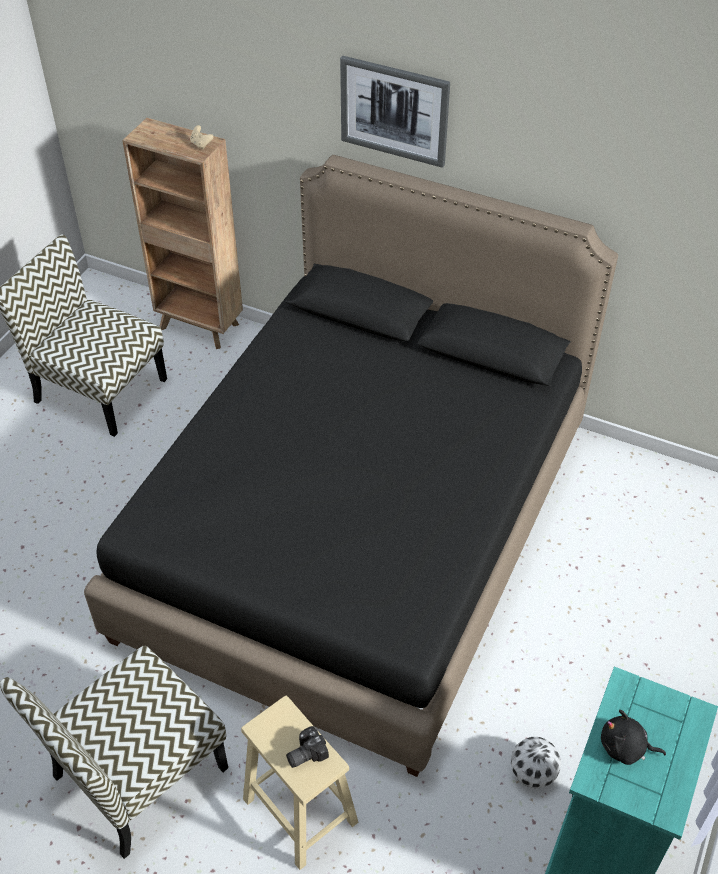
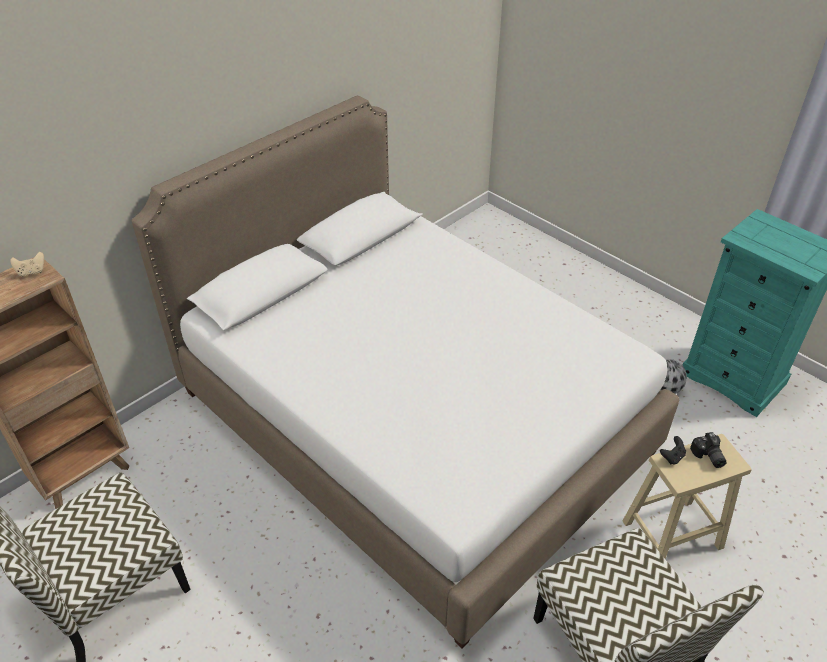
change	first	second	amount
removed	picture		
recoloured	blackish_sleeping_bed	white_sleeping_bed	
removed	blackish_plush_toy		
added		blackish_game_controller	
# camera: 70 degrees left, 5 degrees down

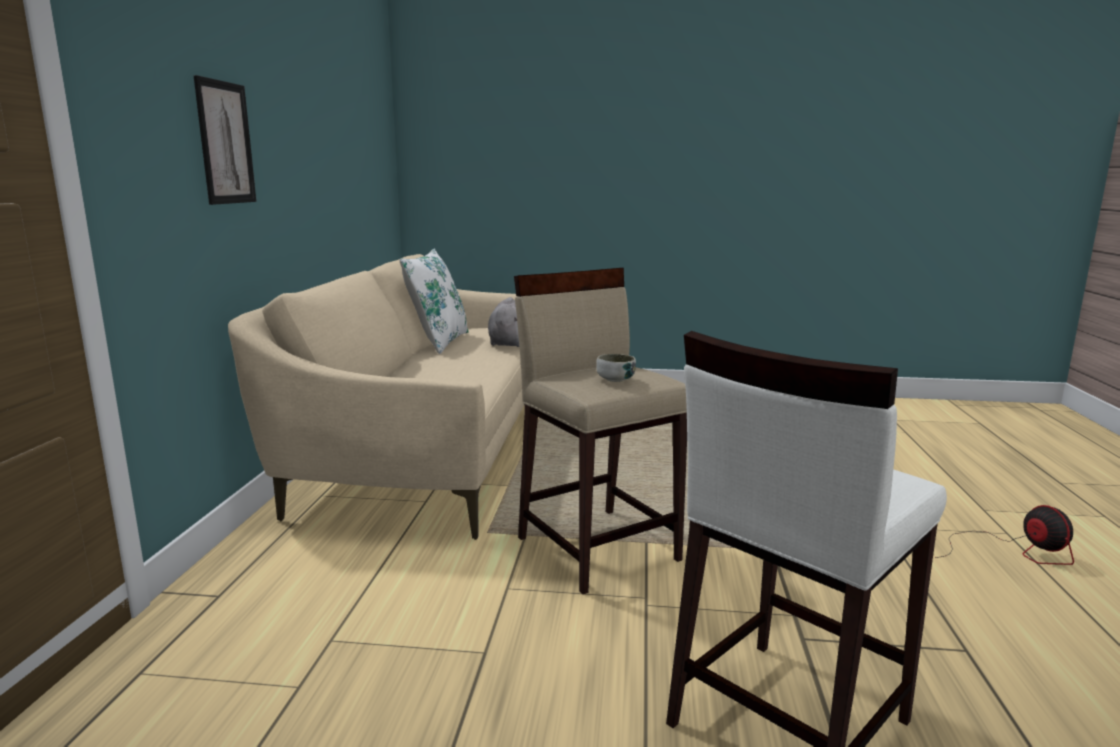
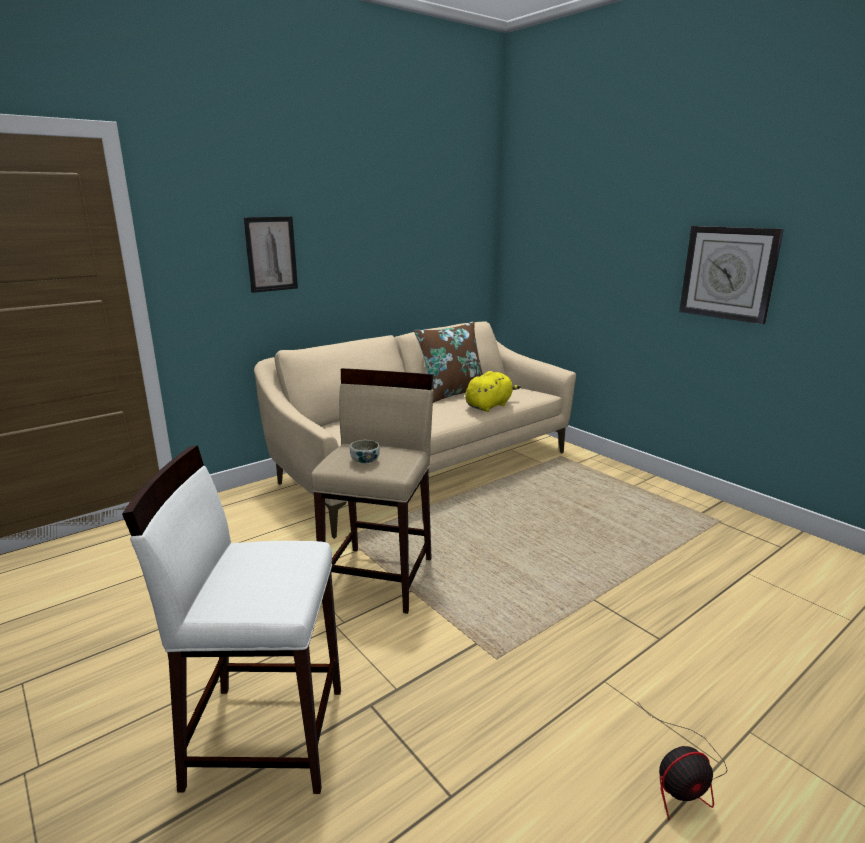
change	first	second	amount
recoloured	white_throw_pillow	brownish_throw_pillow	
recoloured	grey_plush_toy	yellow_plush_toy	
turned	fan		45 degrees clockwise
added		clock_on_the_wall	
# camera: 45 degrees right, 5 degrees up

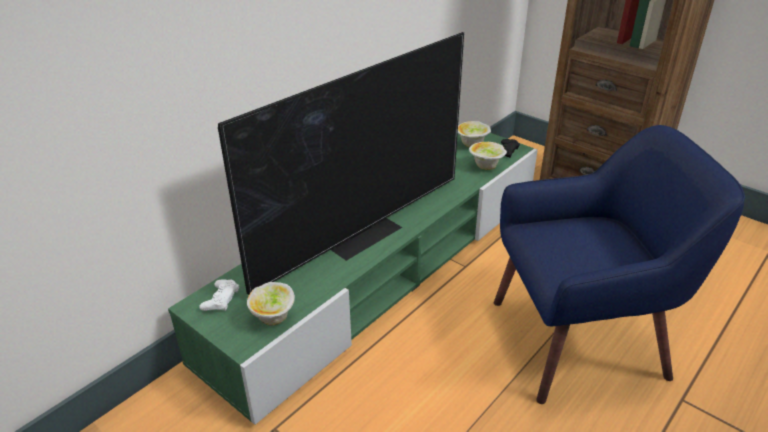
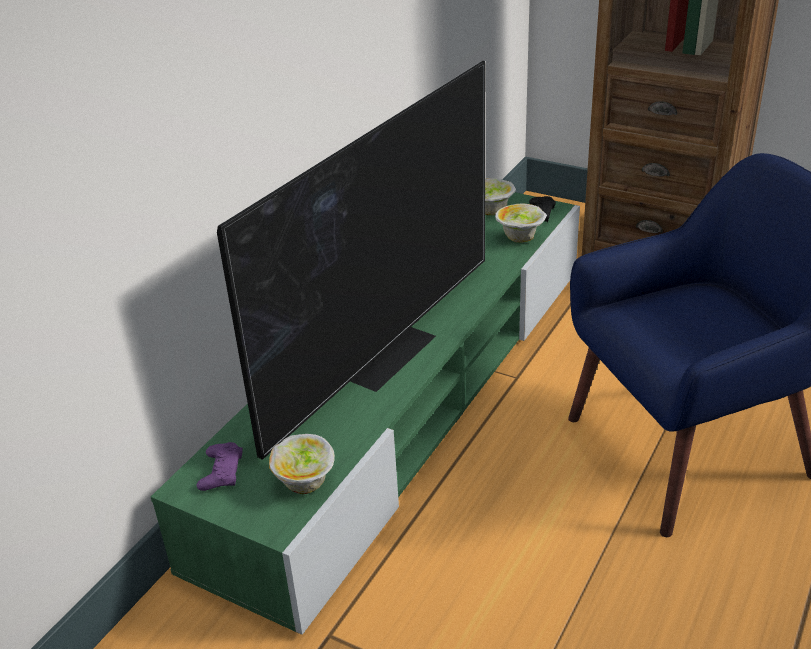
change	first	second	amount
recoloured	white_game_controller	purple-coloured_game_controller	
# camera: 10 degrees left, 0 degrees up

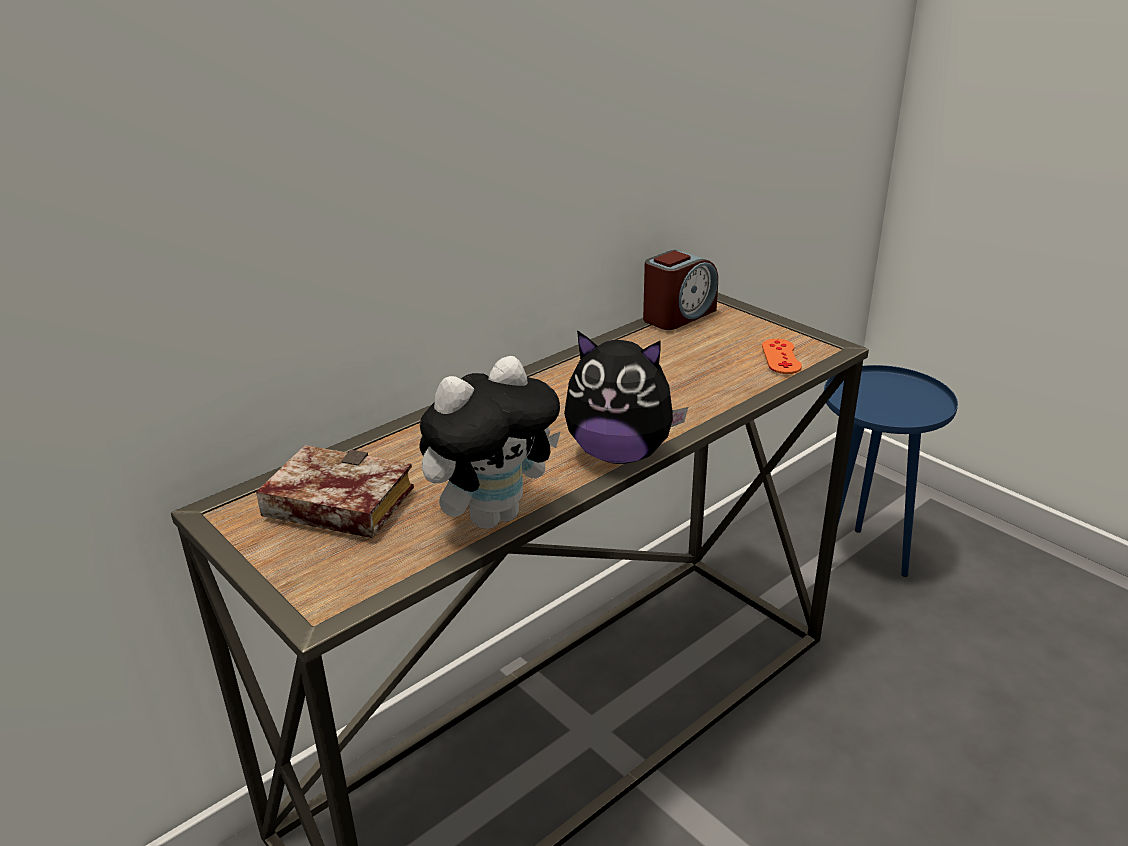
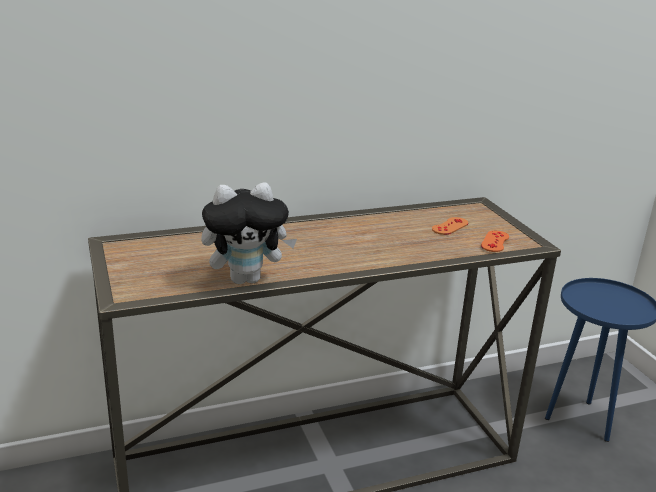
change	first	second	amount
removed	bedside_clock		
removed	plush_toy (2nd from left)		
removed	book		
added		orangey_game_controller (1st from left)	
# camera: 20 degrees right, 5 degrees down

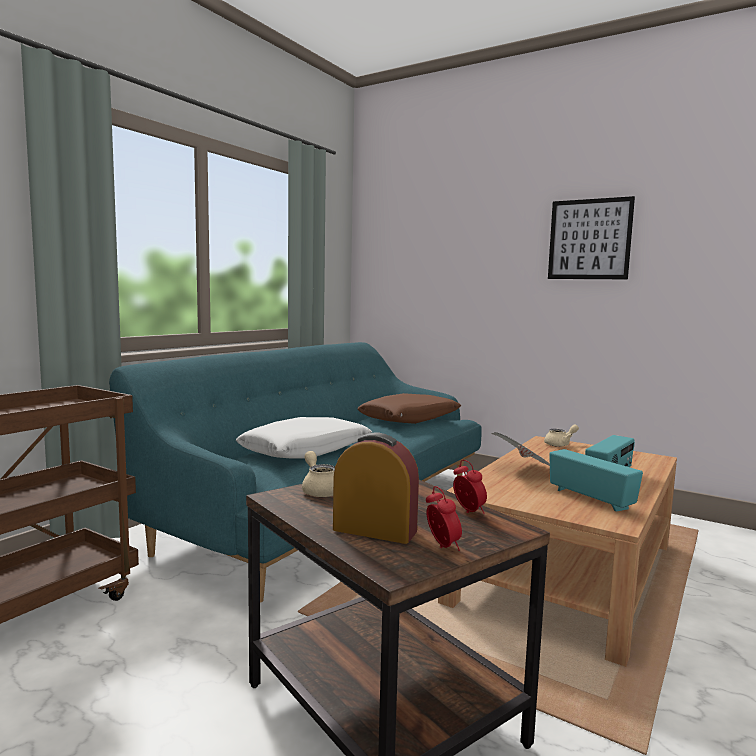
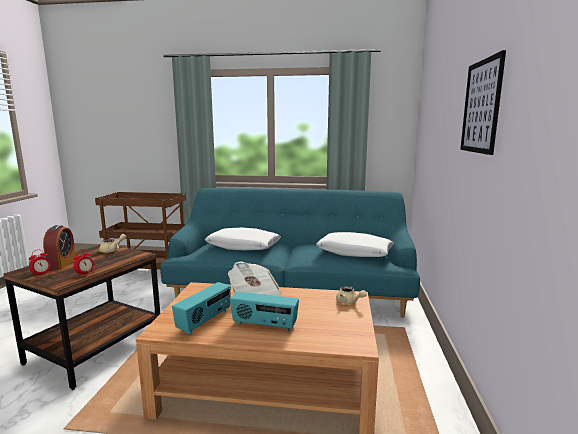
change	first	second	amount
recoloured	brownish_throw_pillow	white_throw_pillow (2nd from left)	
# camera: 65 degrees right, 5 degrees up

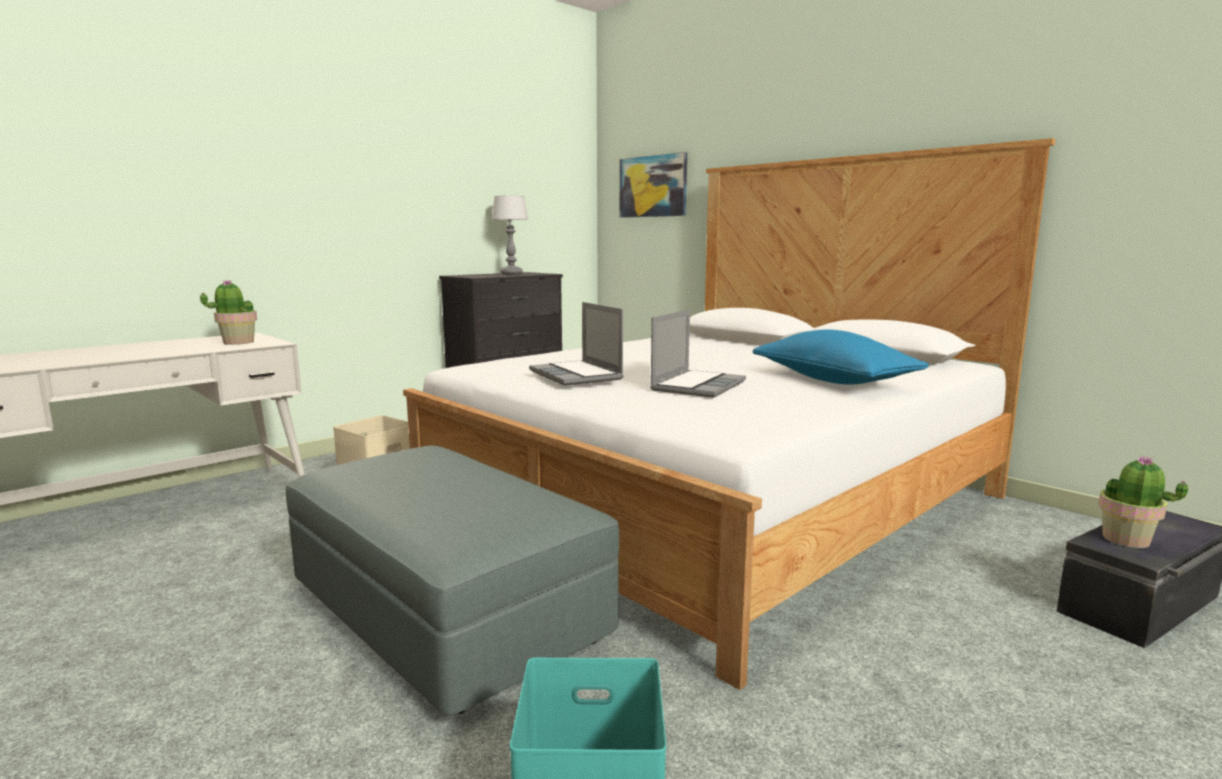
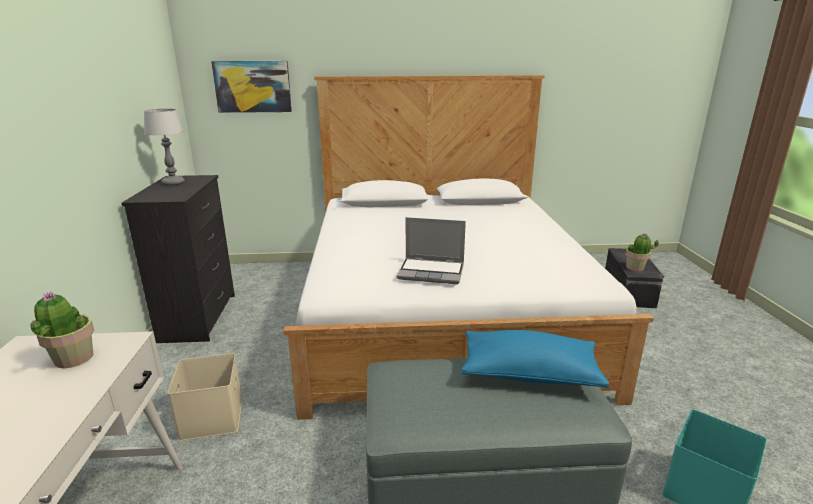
change	first	second	amount
removed	notebook_computer (2nd from left)		
moved	blue_throw_pillow		
# camera: 50 degrees left, 10 degrees up

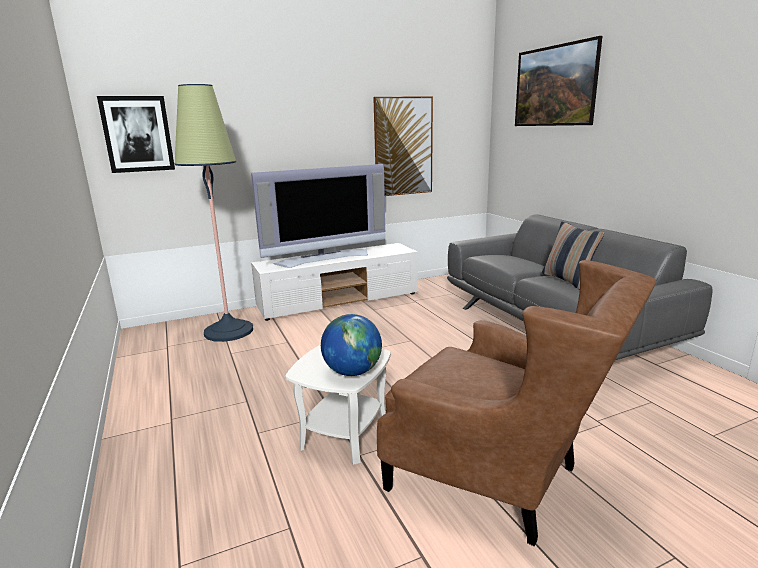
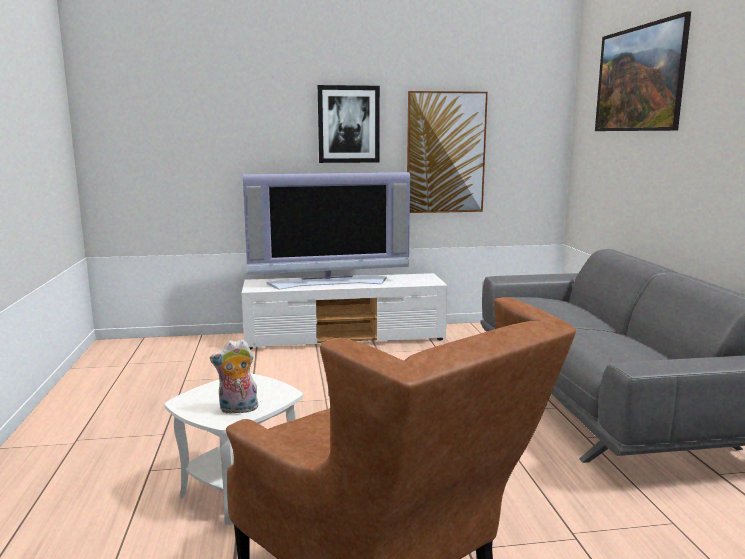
change	first	second	amount
removed	standard_lamp		
moved	picture (1st from left)		
removed	throw_pillow		
replaced	world_globe	plush_toy	
# camera: 15 degrees right, 5 degrees down

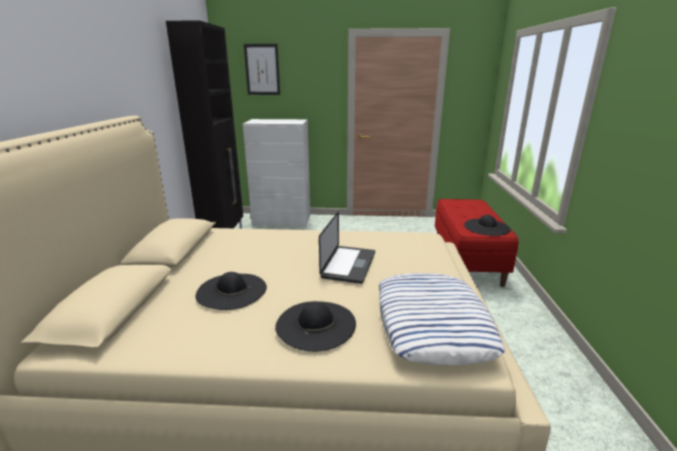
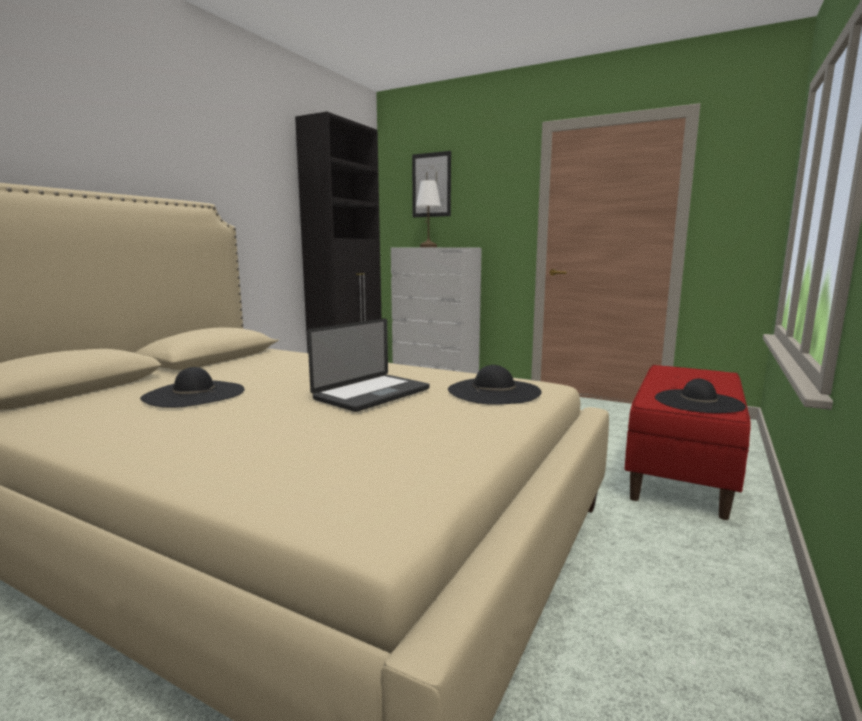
change	first	second	amount
removed	throw_pillow		
moved	blackish_hat (2nd from left)		
added		white_table_lamp	
# camera: 25 degrees right, 10 degrees down

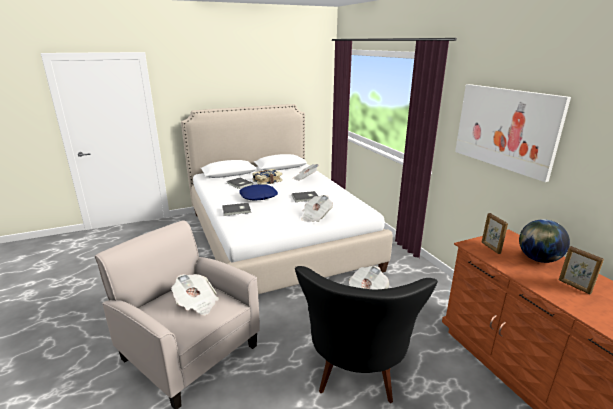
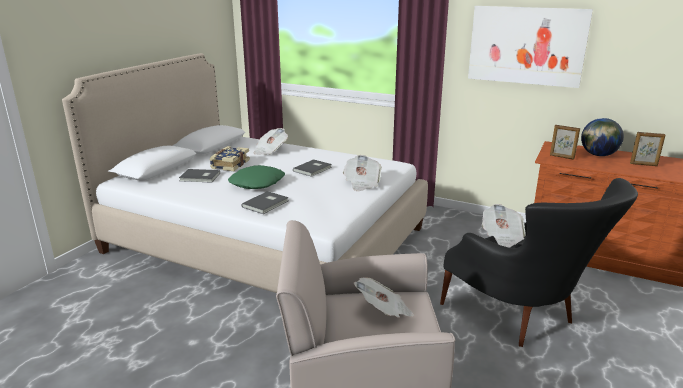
change	first	second	amount
recoloured	blue_throw_pillow	green_throw_pillow	
# camera: 40 degrees left, 0 degrees up

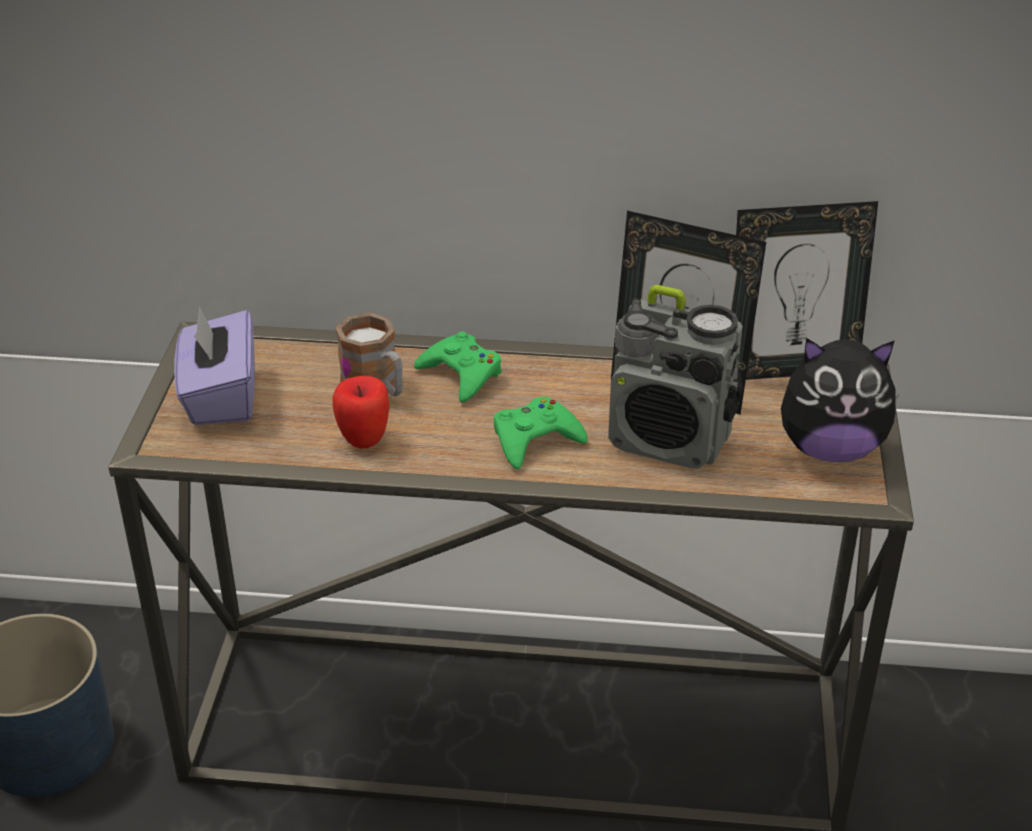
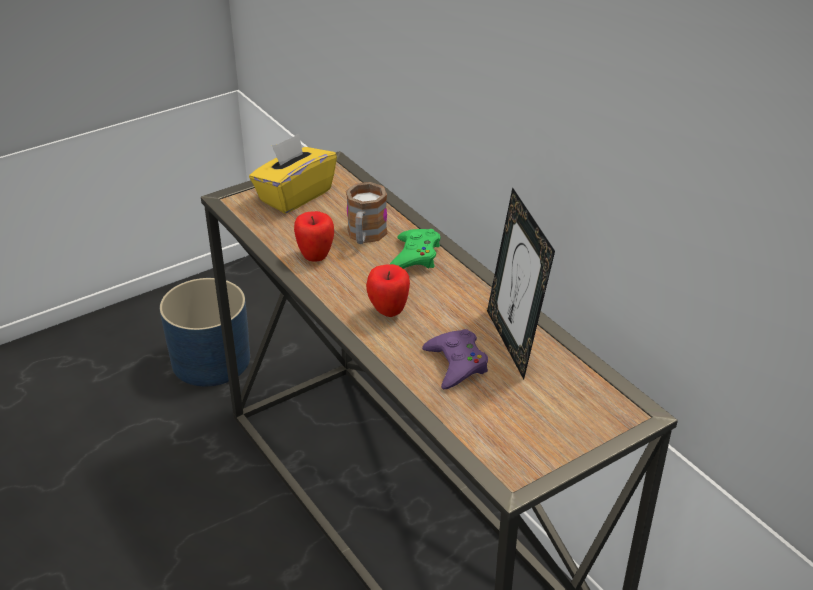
change	first	second	amount
removed	photo_frame (2nd from left)		
replaced	radio_set	purple-coloured_game_controller	
recoloured	purple-coloured_tissue_box	yellow_tissue_box	
removed	plush_toy		
replaced	green_game_controller (2nd from left)	apple (2nd from left)	
# camera: 50 degrees right, 0 degrees up

